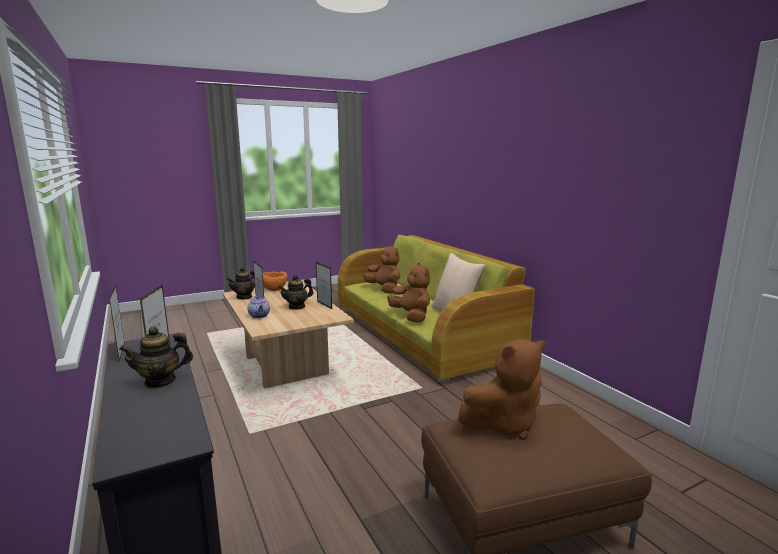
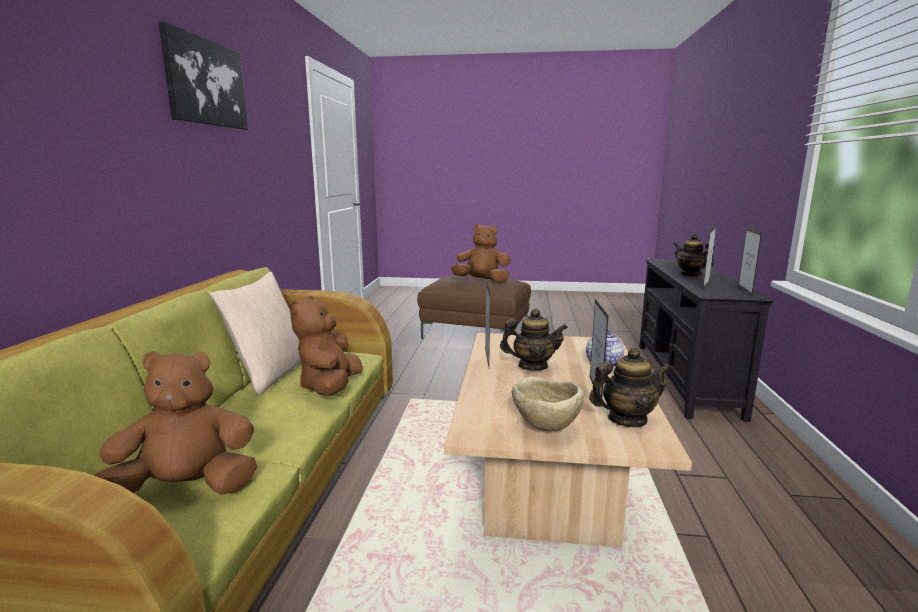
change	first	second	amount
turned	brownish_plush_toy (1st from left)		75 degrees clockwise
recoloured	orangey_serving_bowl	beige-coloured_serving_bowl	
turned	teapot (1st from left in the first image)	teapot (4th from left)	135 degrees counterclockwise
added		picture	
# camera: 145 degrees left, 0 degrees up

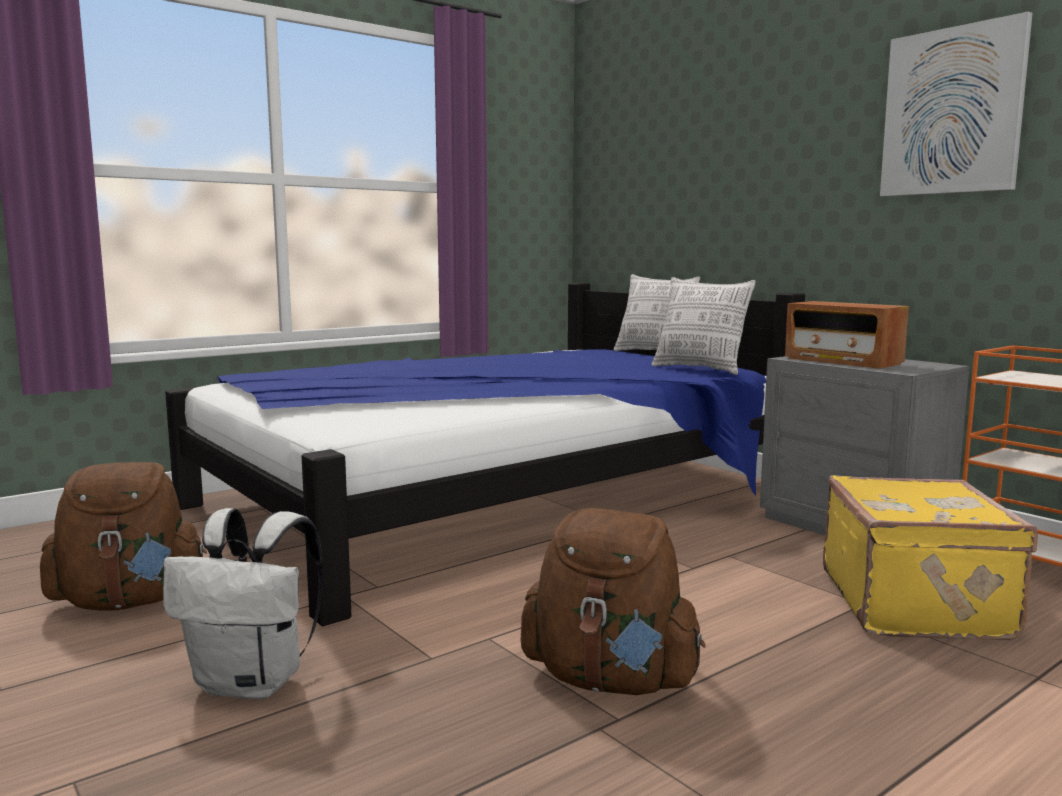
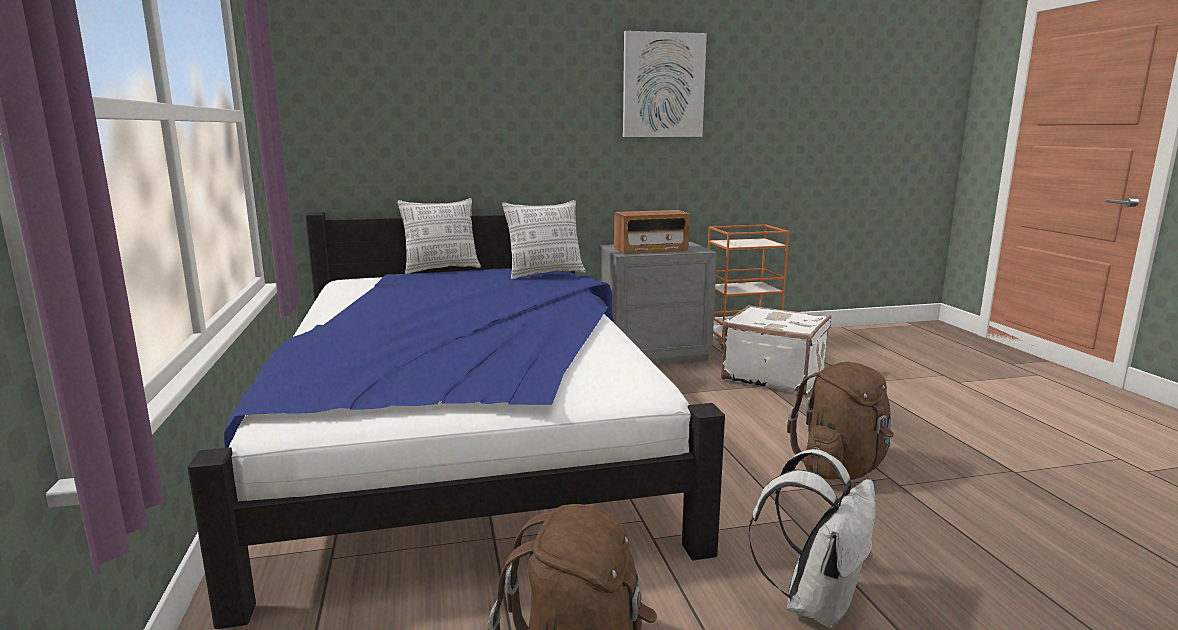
change	first	second	amount
recoloured	yellow_travel_case	white_travel_case	
# camera: 65 degrees left, 5 degrees up

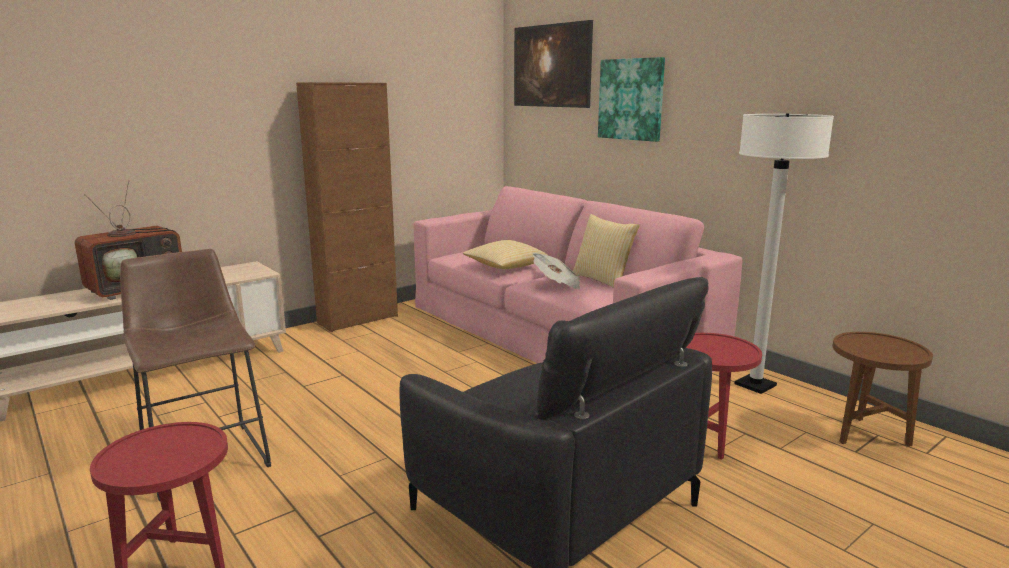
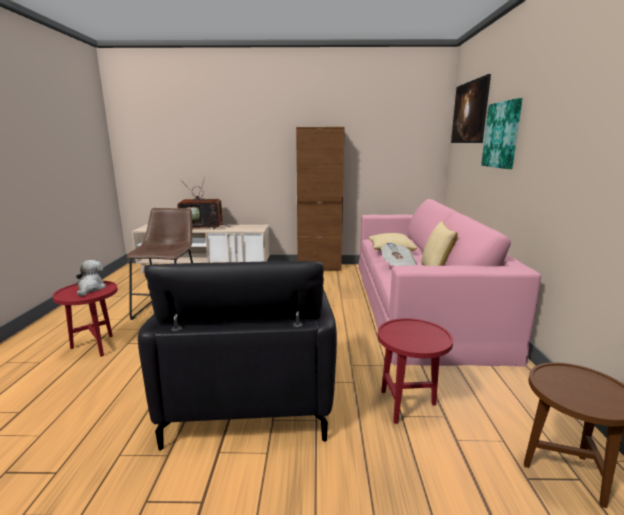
change	first	second	amount
removed	white_standard_lamp		
added		plush_toy	
# camera: 40 degrees right, 0 degrees up

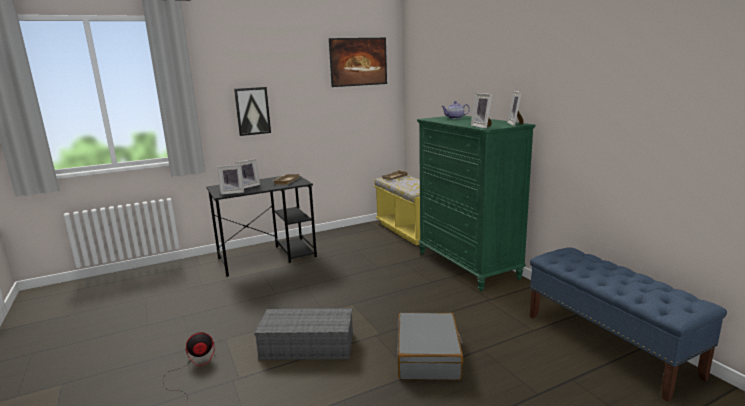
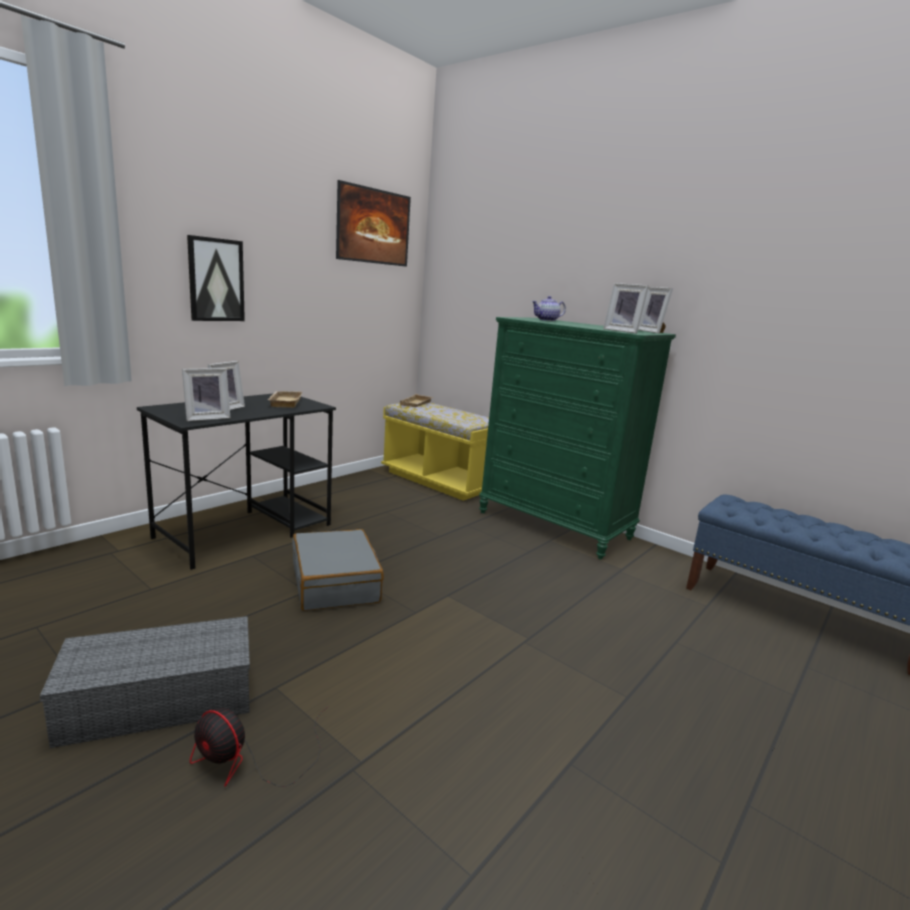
change	first	second	amount
moved	grey_storage_container		
moved	grey_travel_case		
turned	fan		105 degrees counterclockwise
# camera: 25 degrees left, 0 degrees up

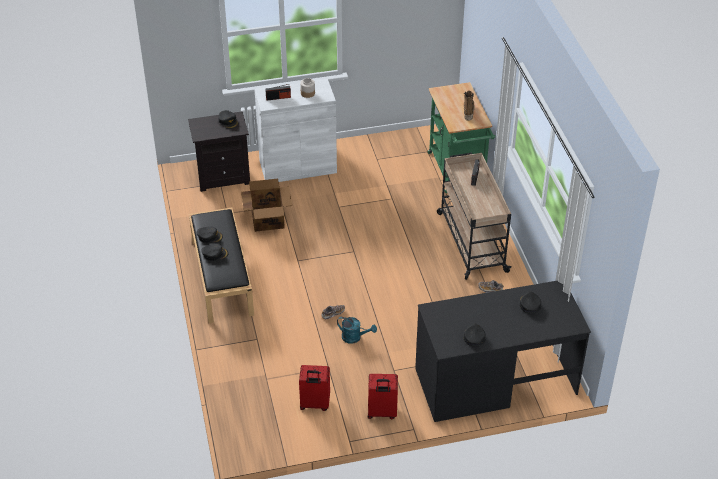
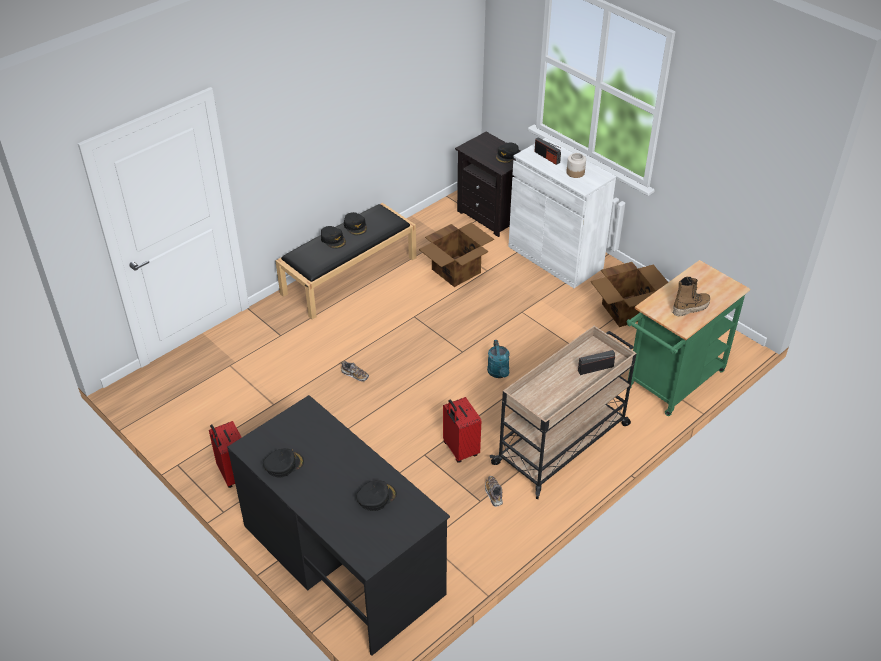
change	first	second	amount
moved	turquoise_sprinkling_can		
moved	red_travel_case (1st from left in the first image)	red_travel_case (2nd from left)	
added		carton (2nd from left)	
# camera: 60 degrees right, 0 degrees up

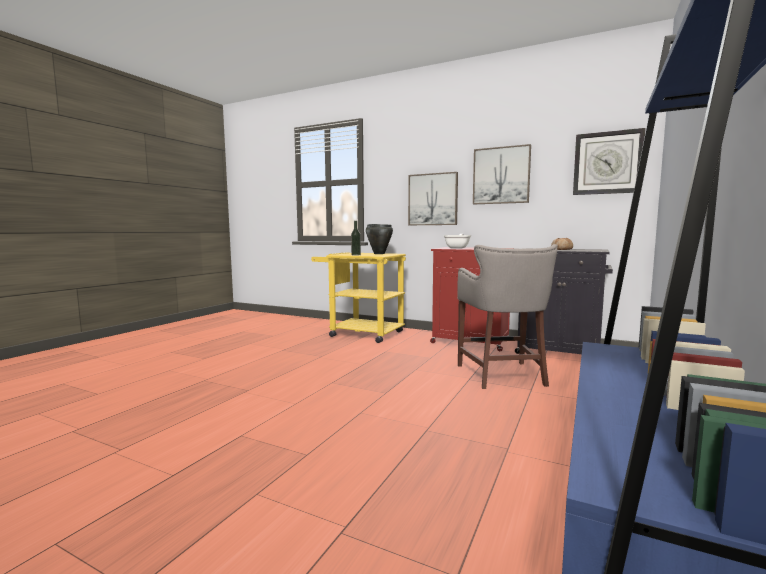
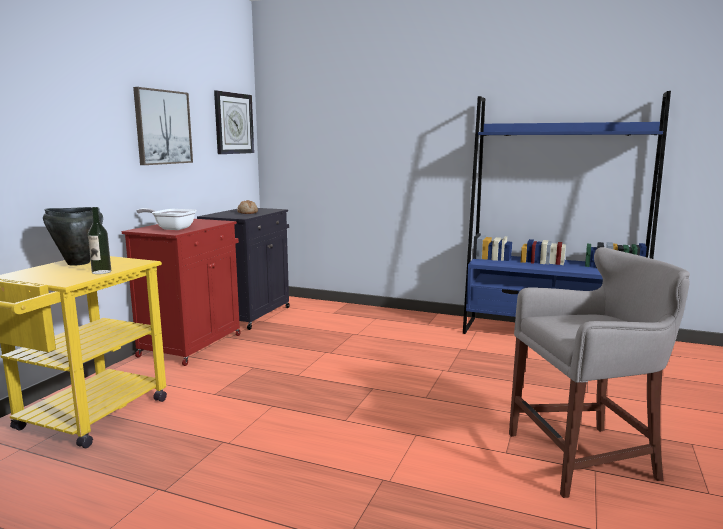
change	first	second	amount
removed	picture (1st from left)		
moved	grey_stool_seat		
# camera: 95 degrees left, 5 degrees up

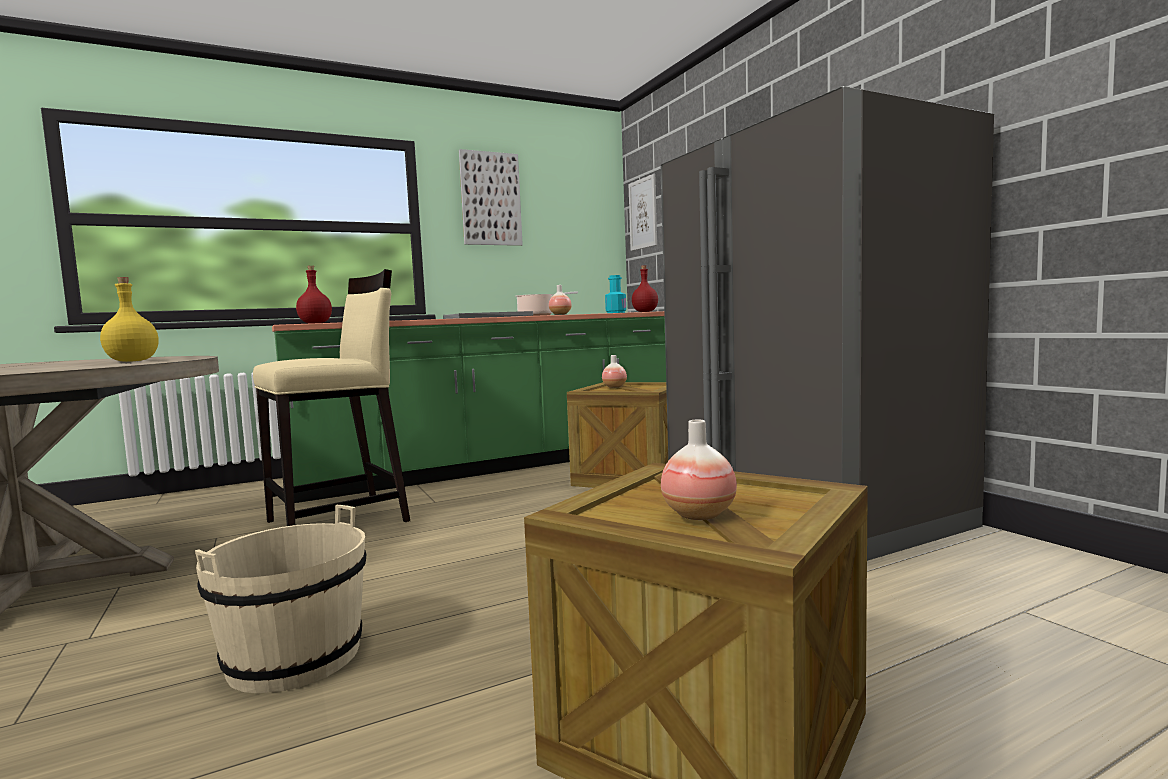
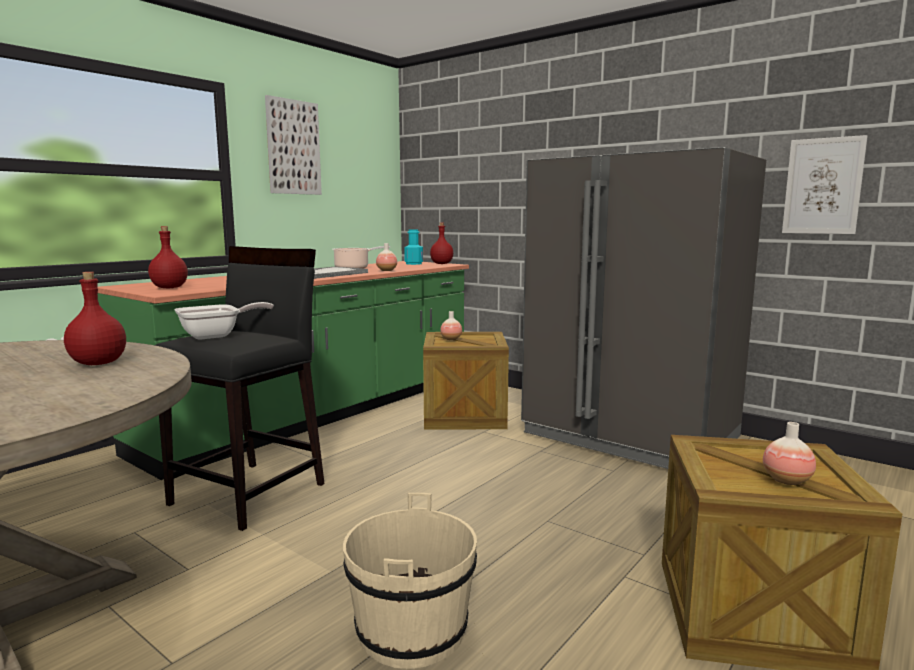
change	first	second	amount
moved	picture (2nd from left)		
recoloured	beige-coloured_stool_seat	blackish_stool_seat	
recoloured	yellow_drink_bottle	red_drink_bottle (1st from left)	
added		skillet	
# camera: 25 degrees left, 5 degrees up

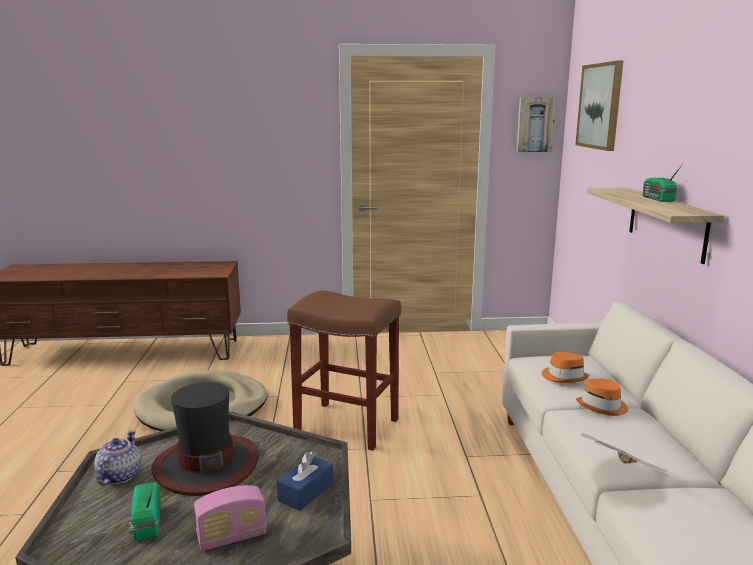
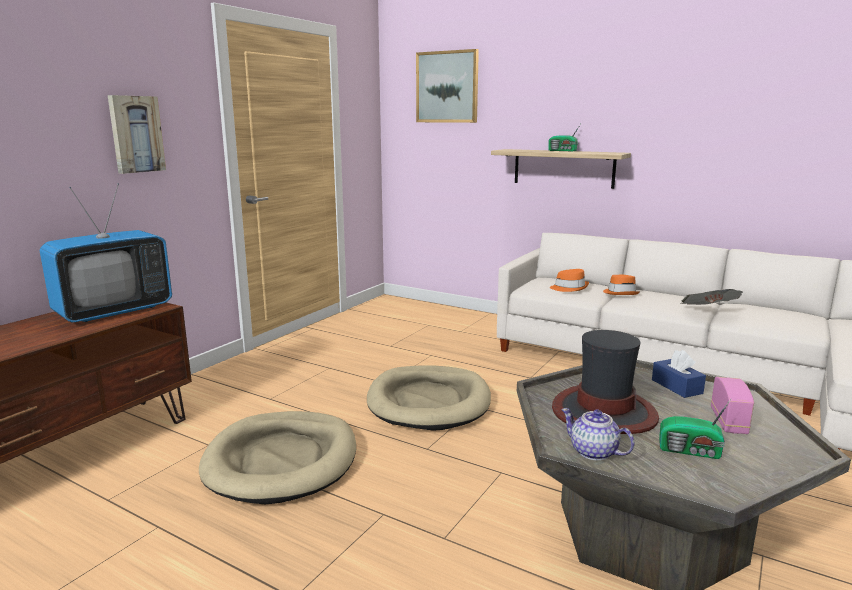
change	first	second	amount
moved	picture (1st from left)		
replaced	brownish_stool_seat	beige-coloured_dog_cushion (2nd from left)	
added		TV_set	
# camera: 55 degrees left, 0 degrees up

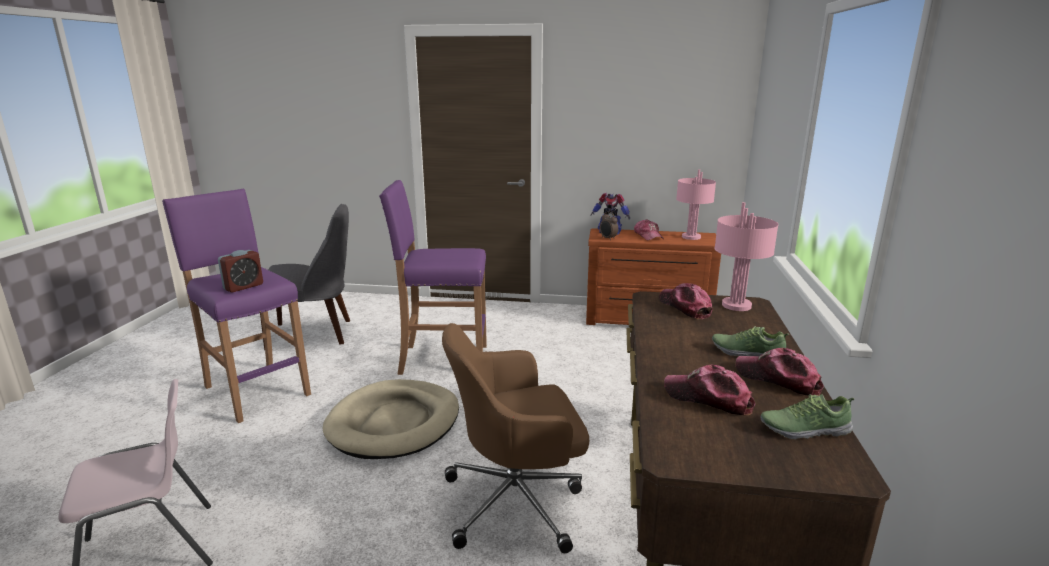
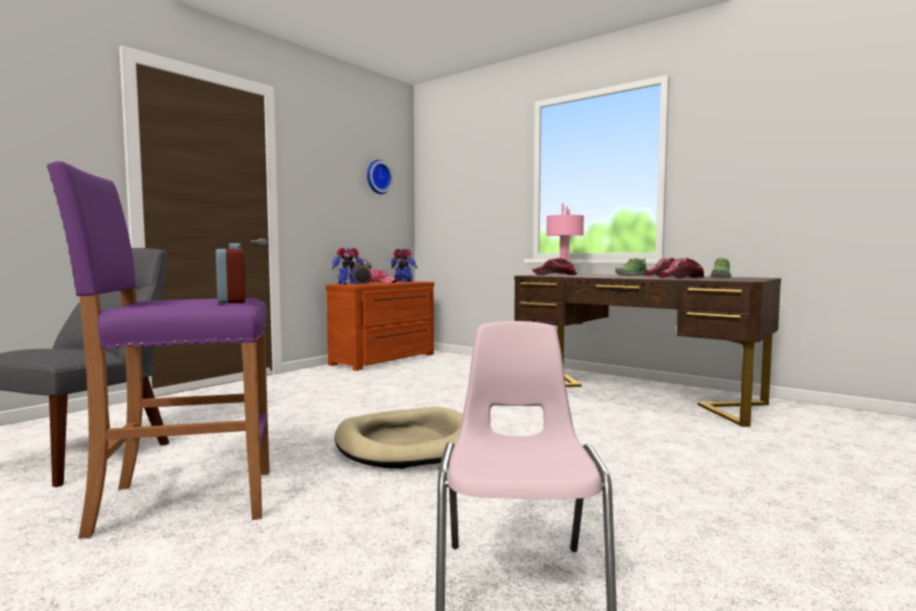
change	first	second	amount
replaced	pinkish_table_lamp (1st from left)	model_robot (2nd from left)	
removed	purple-coloured_stool_seat (2nd from left)		
removed	brownish_computer_chair		
added		clock_on_the_wall	
# camera: 60 degrees left, 15 degrees down

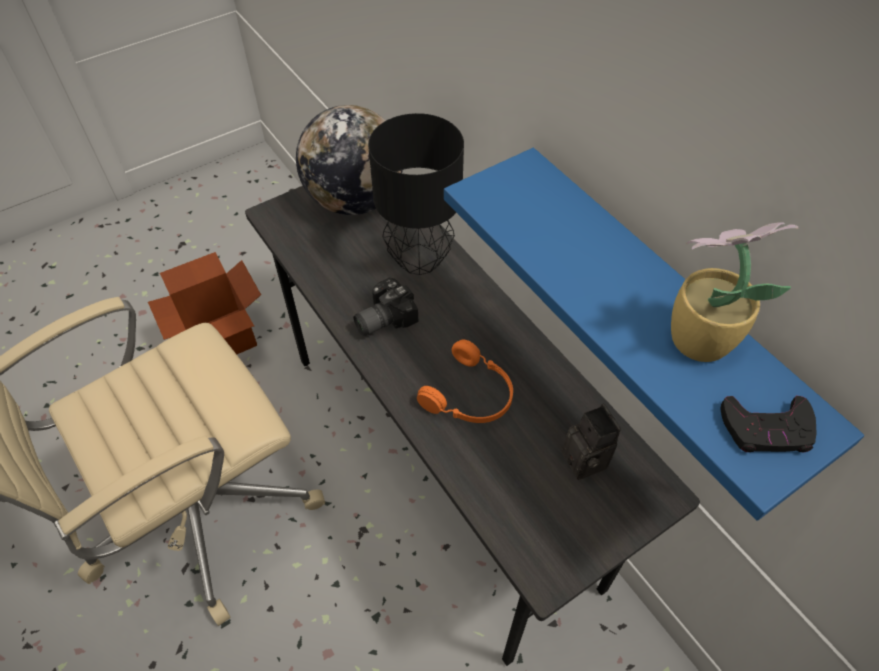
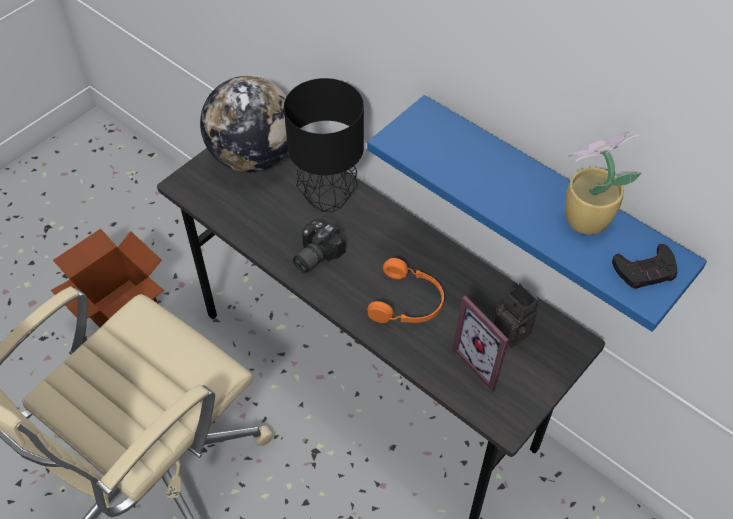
change	first	second	amount
added		photo_frame	
# camera: 15 degrees left, 0 degrees up

